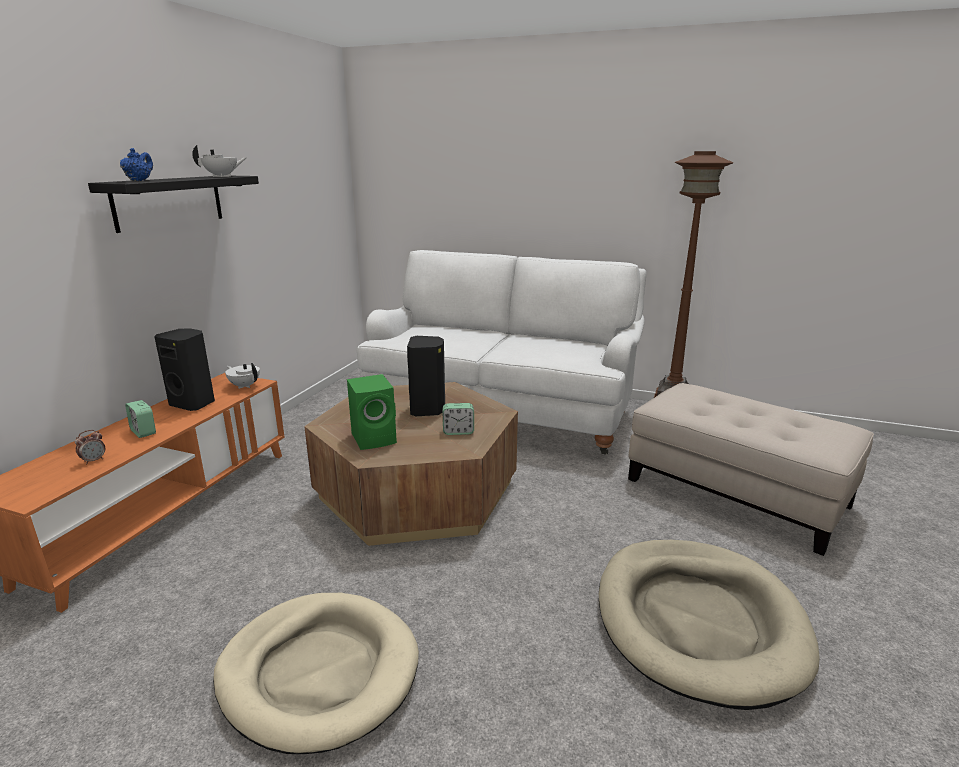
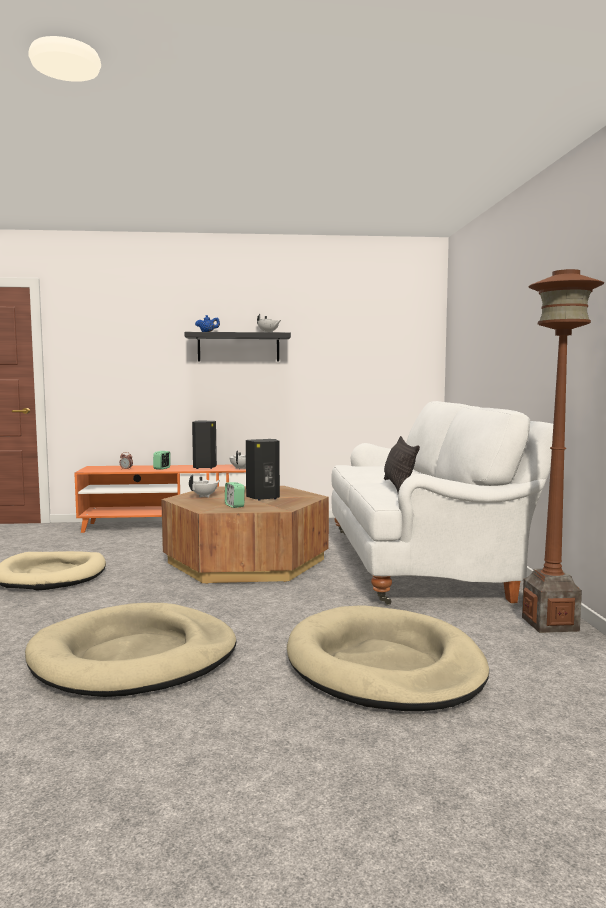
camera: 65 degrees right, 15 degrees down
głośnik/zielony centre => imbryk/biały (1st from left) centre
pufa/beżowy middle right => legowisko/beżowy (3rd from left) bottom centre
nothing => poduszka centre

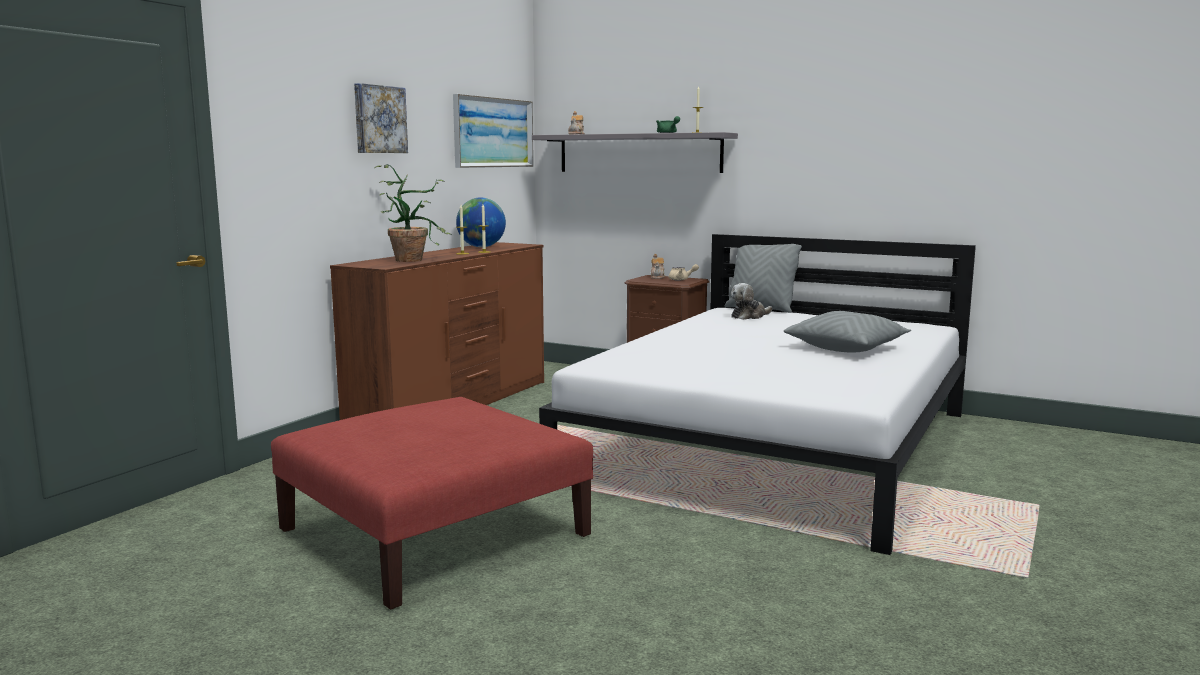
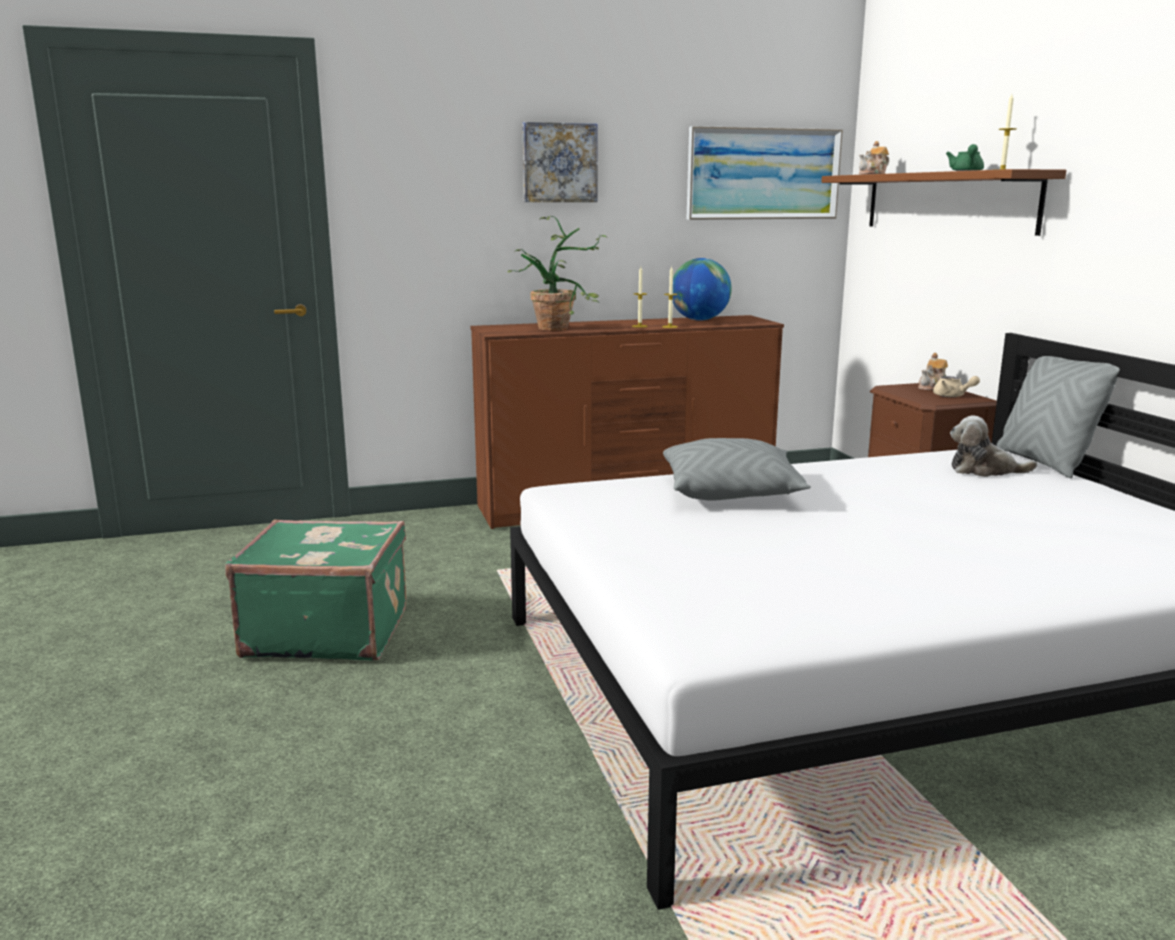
camera: 45 degrees right, 5 degrees up
półka/szary top centre => półka/brązowy top right
poduszka/szary (2nd from left in the first image) middle right => poduszka/szary (1st from left) centre, move
pufa/czerwony bottom centre => walizka/zielony middle left

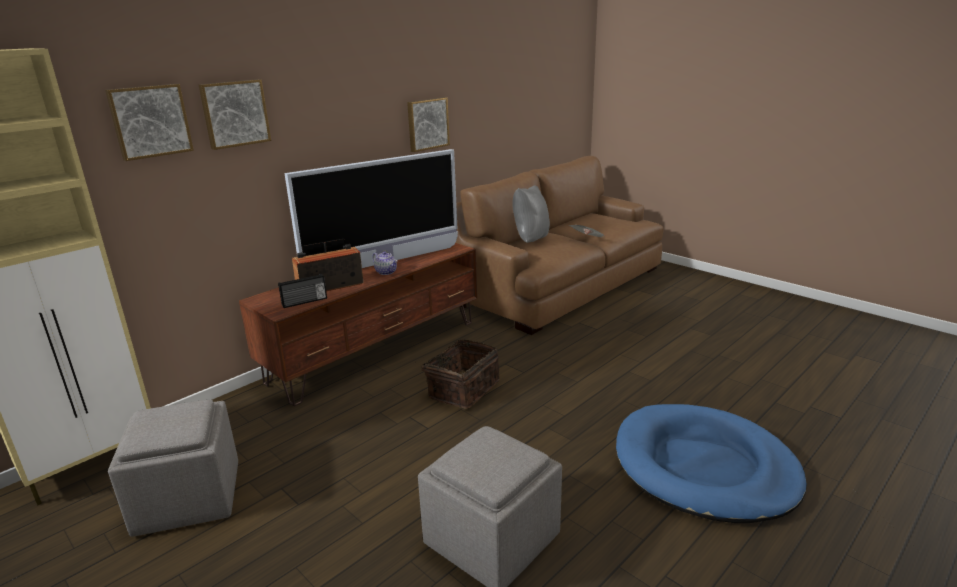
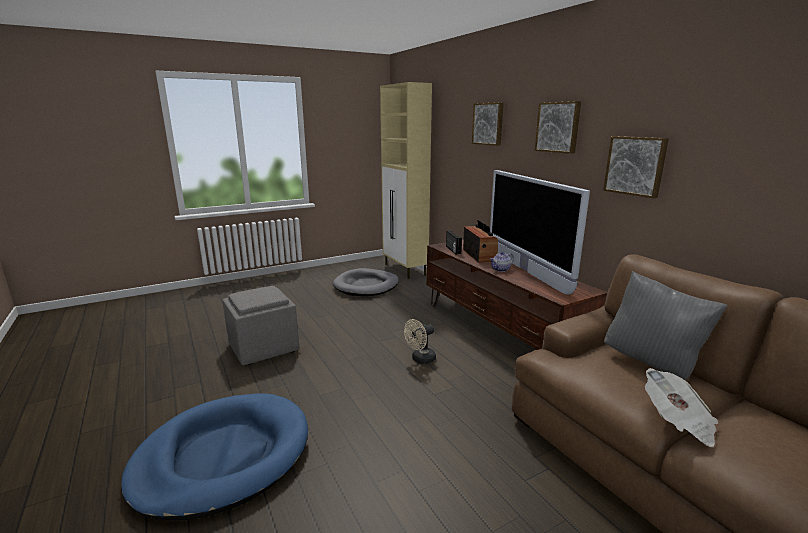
camera: 105 degrees right, 5 degrees down
obraz (1st from left in the first image) top left => obraz (2nd from left) top right, move
koszyk centre => wentylator/beżowy centre
pufa/szary (1st from left) bottom left => legowisko/szary centre

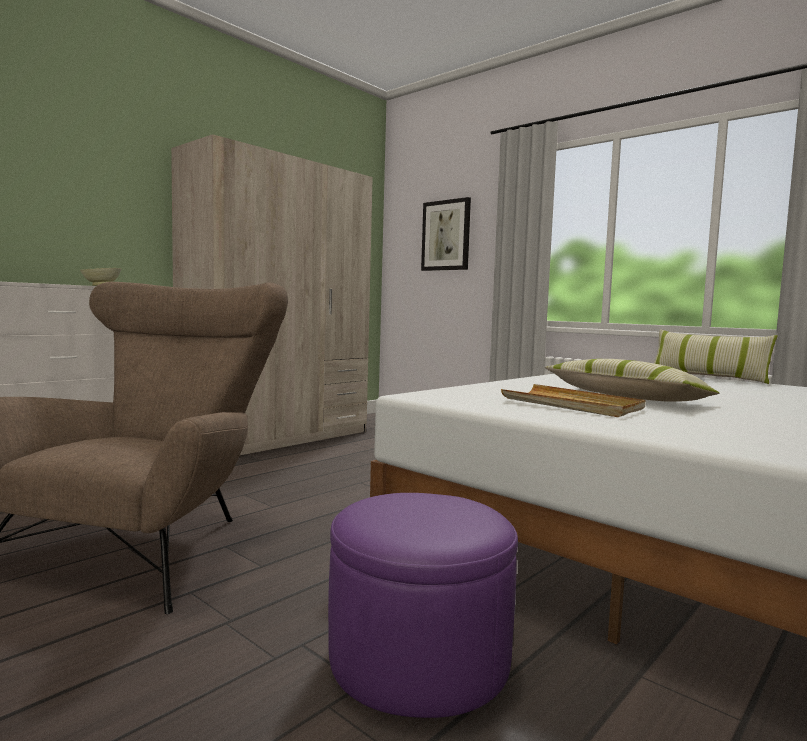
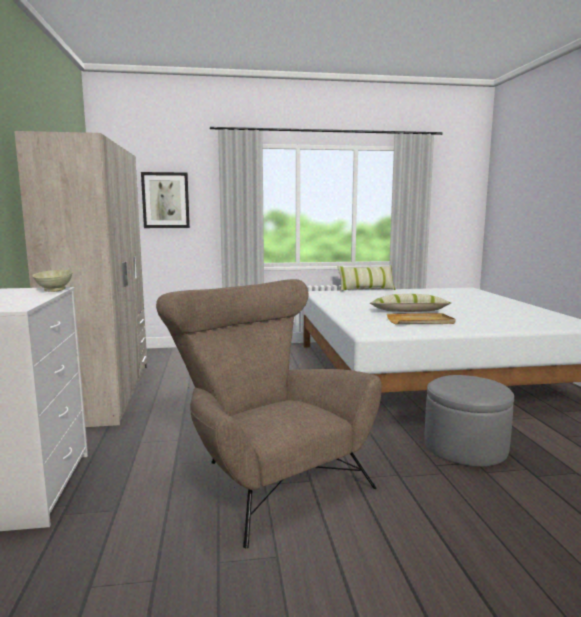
camera: 50 degrees left, 5 degrees up
pufa/fioletowy bottom centre => pufa/szary bottom right

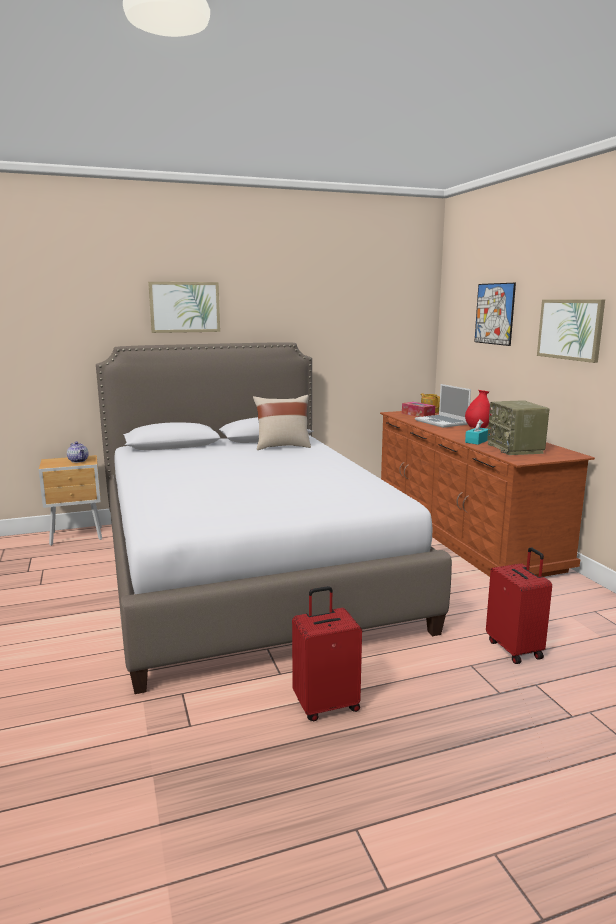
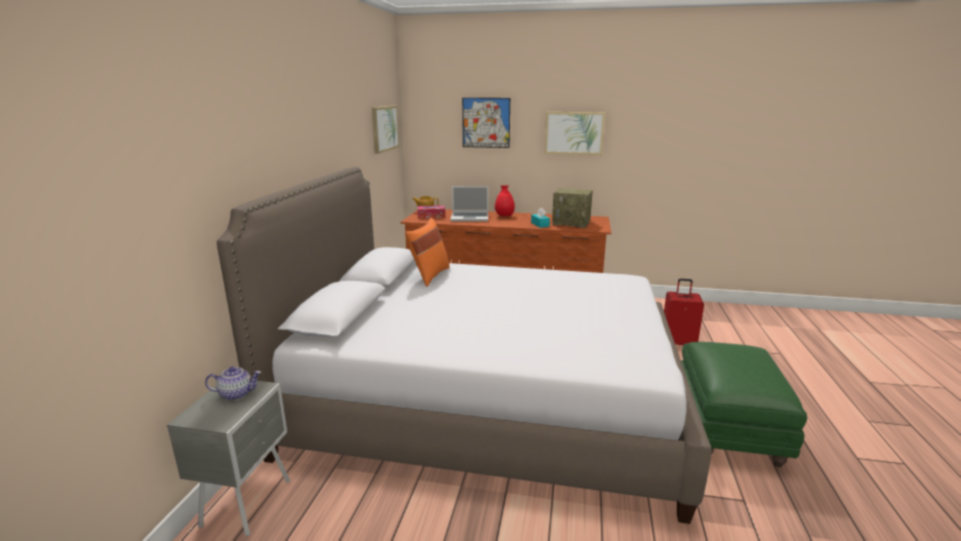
camera: 60 degrees left, 5 degrees up
obraz (1st from left) top left => obraz (1st from left) top centre, move
poduszka/beżowy centre => poduszka/pomarańczowy centre
szafka nocna/brązowy middle left => szafka nocna/szary bottom left
walizka/czerwony (1st from left) bottom centre => pufa/zielony bottom right

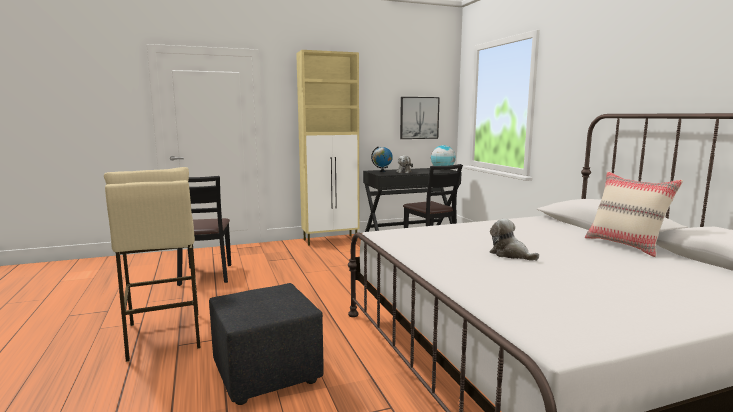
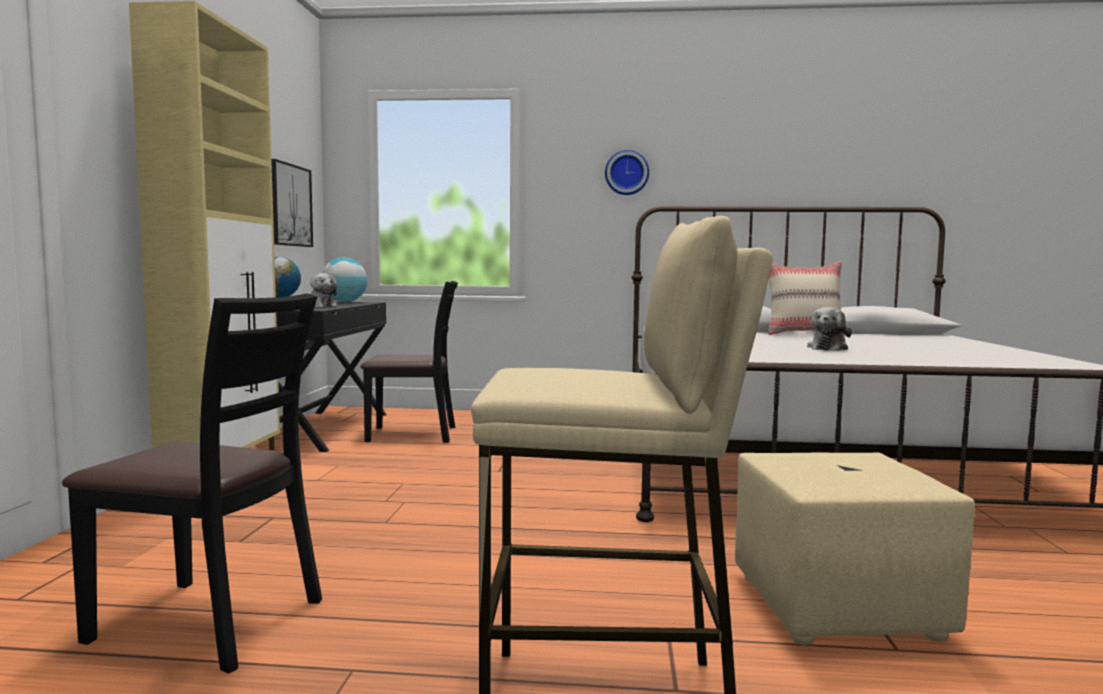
camera: 65 degrees left, 5 degrees down
pluszak (2nd from left) middle right, 45 degrees counterclockwise
pufa/czarny bottom centre => pufa/beżowy bottom right
nothing => zegar ścienny top centre

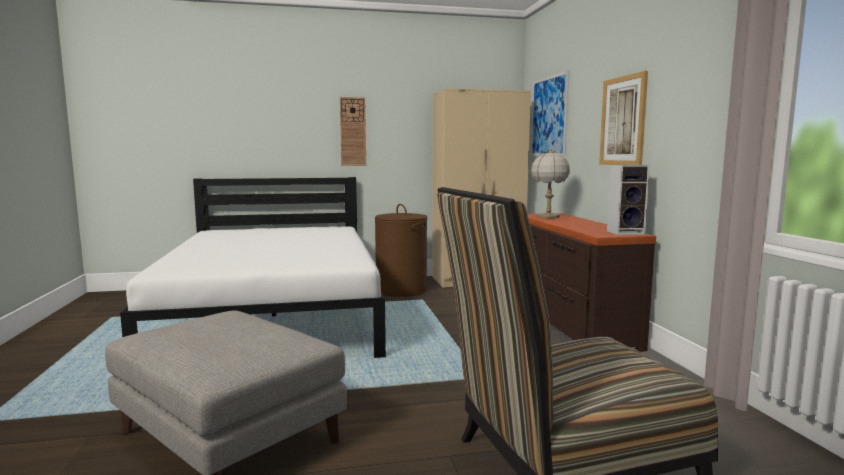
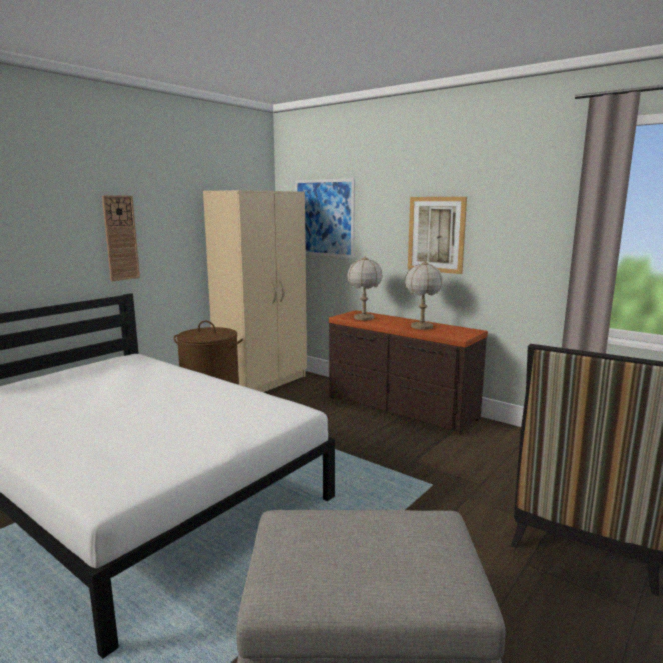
camera: 40 degrees left, 5 degrees up
głośnik middle right => nothing
nothing => lampa stołowa (2nd from left) centre

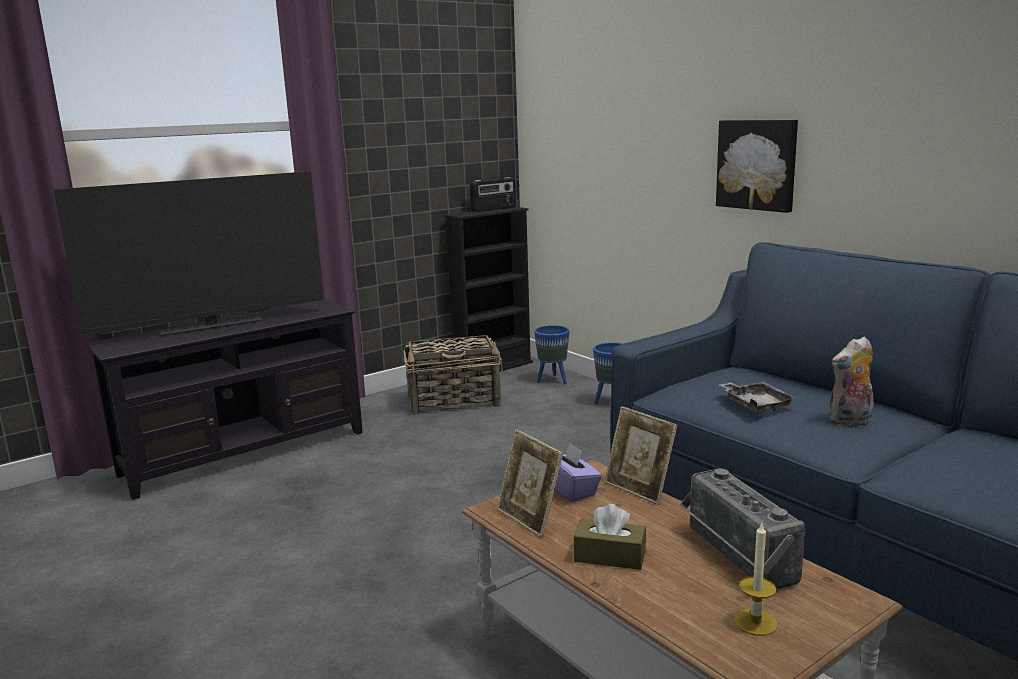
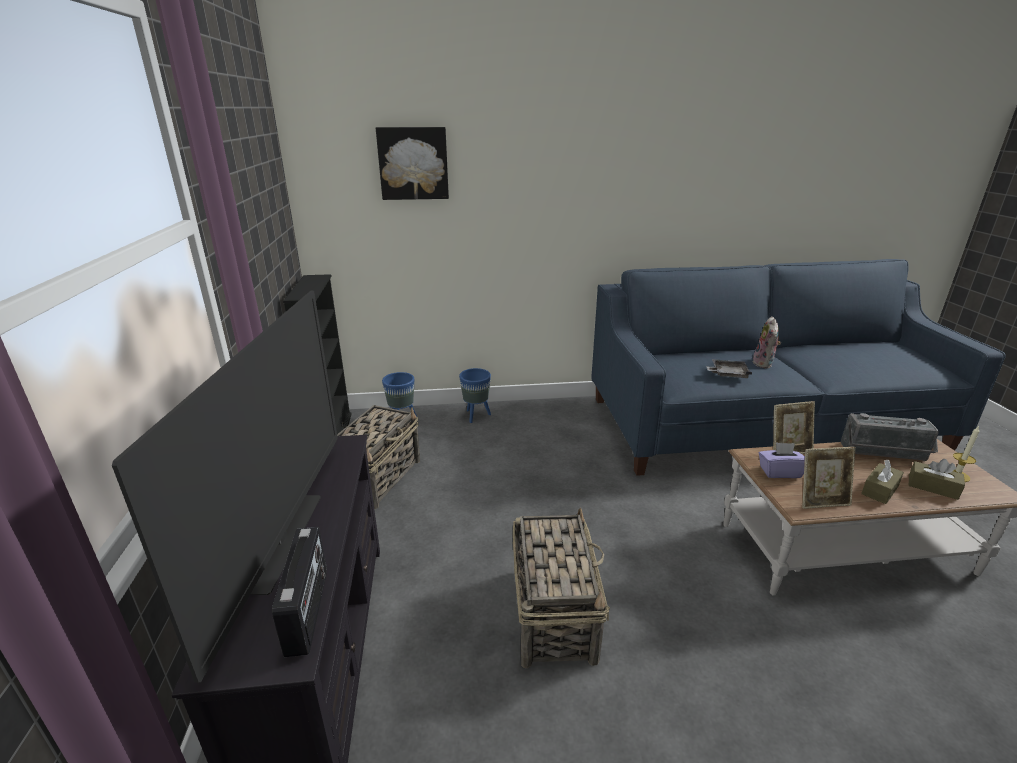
camera: 60 degrees left, 10 degrees up
obraz top right => obraz top centre, move
radio (1st from left) top centre => radio (1st from left) bottom left, move
nothing => pudełko chusteczek/brązowy (2nd from left) middle right
nothing => koszyk (2nd from left) bottom centre

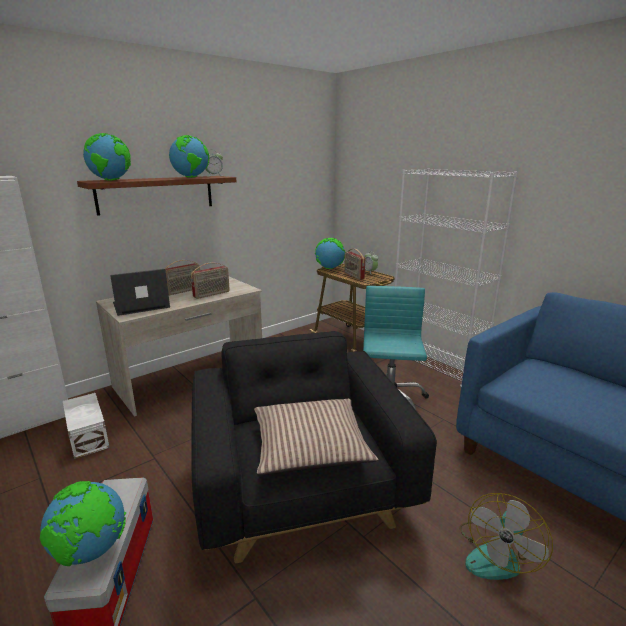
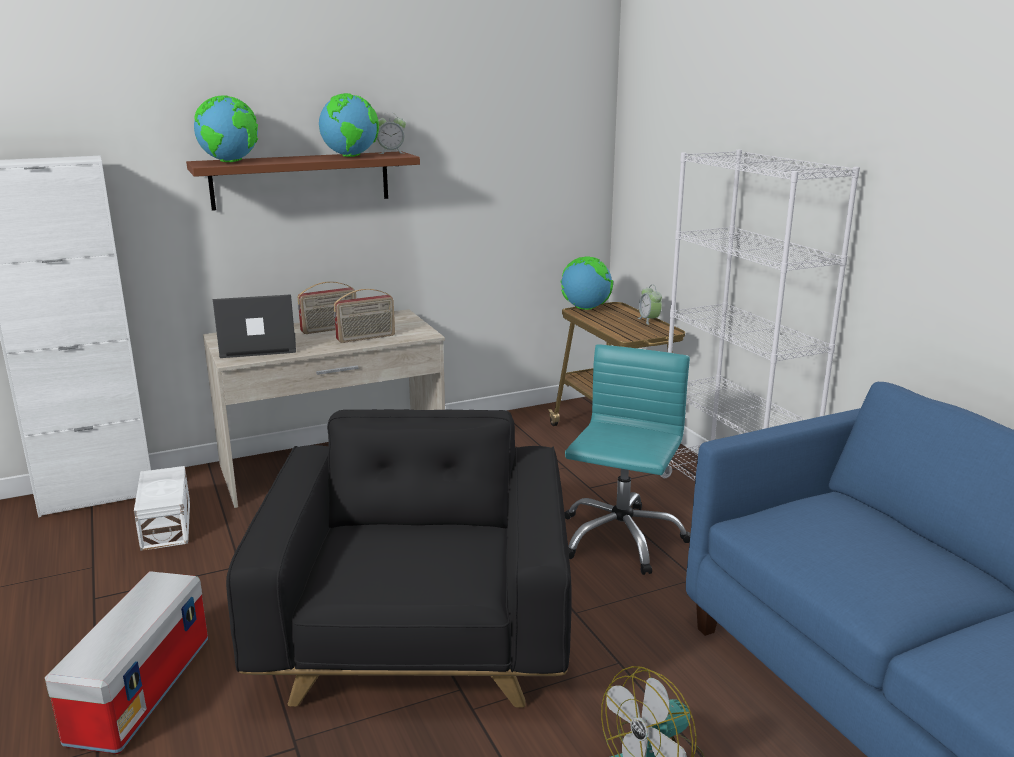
camera: 15 degrees right, 0 degrees up
radio (3rd from left) centre => nothing
poduszka bottom centre => nothing
globus (1st from left) bottom left => nothing

